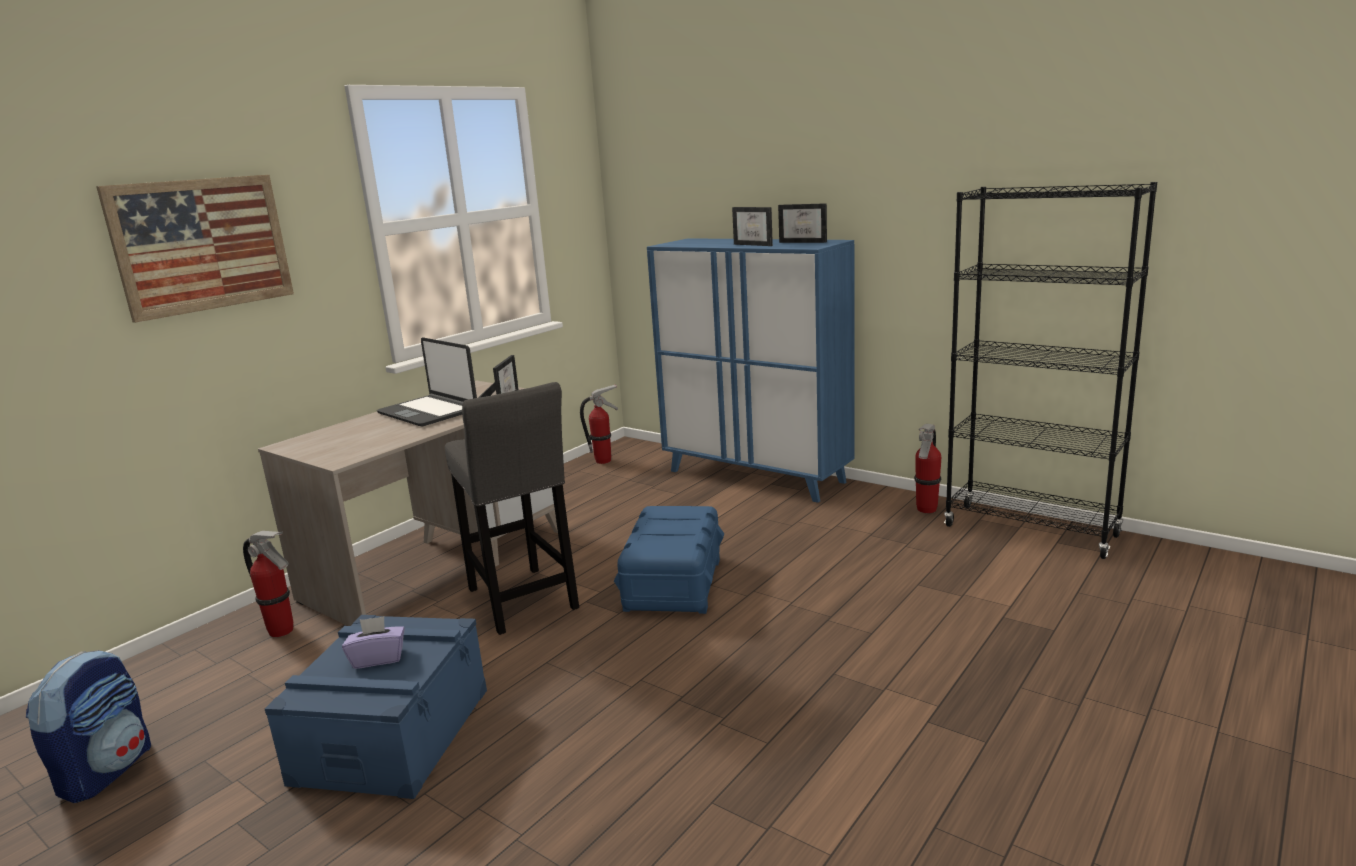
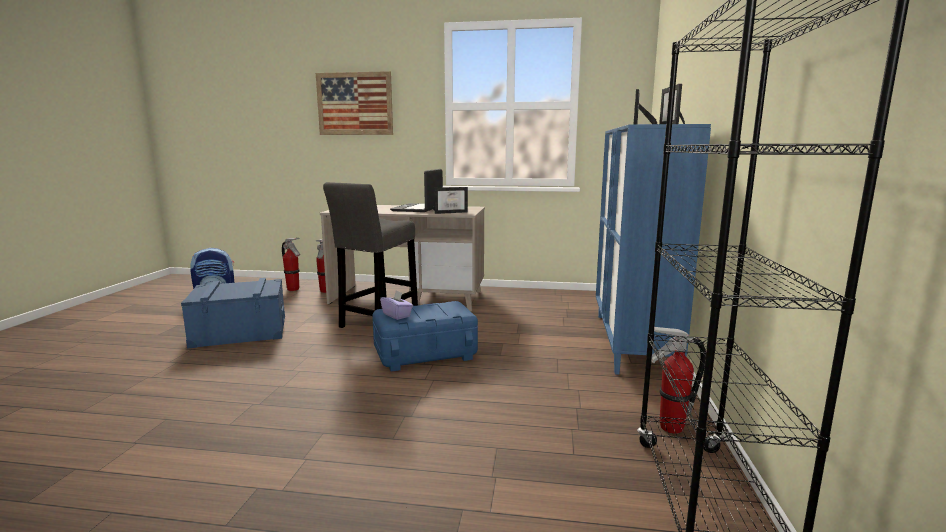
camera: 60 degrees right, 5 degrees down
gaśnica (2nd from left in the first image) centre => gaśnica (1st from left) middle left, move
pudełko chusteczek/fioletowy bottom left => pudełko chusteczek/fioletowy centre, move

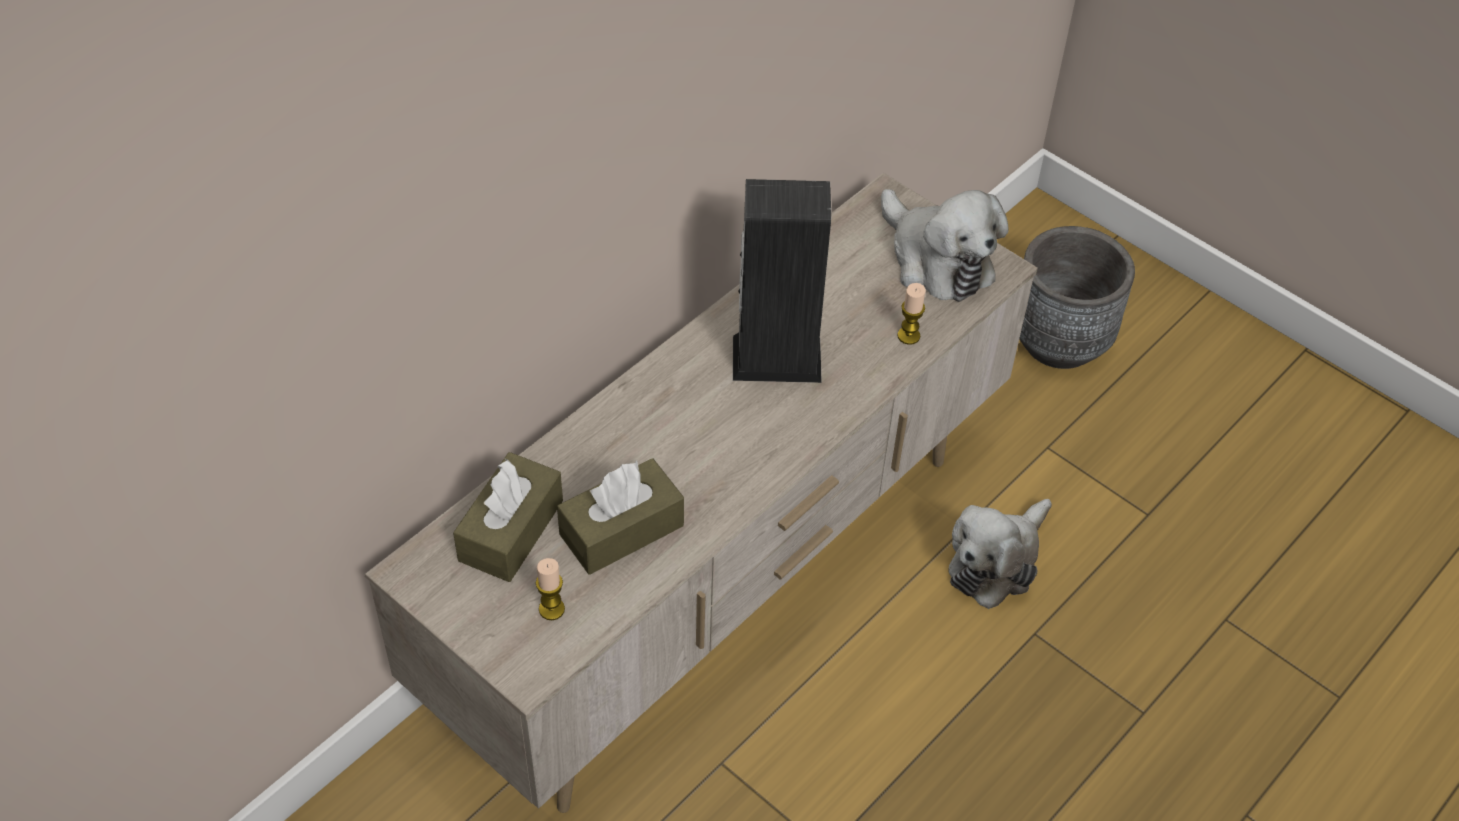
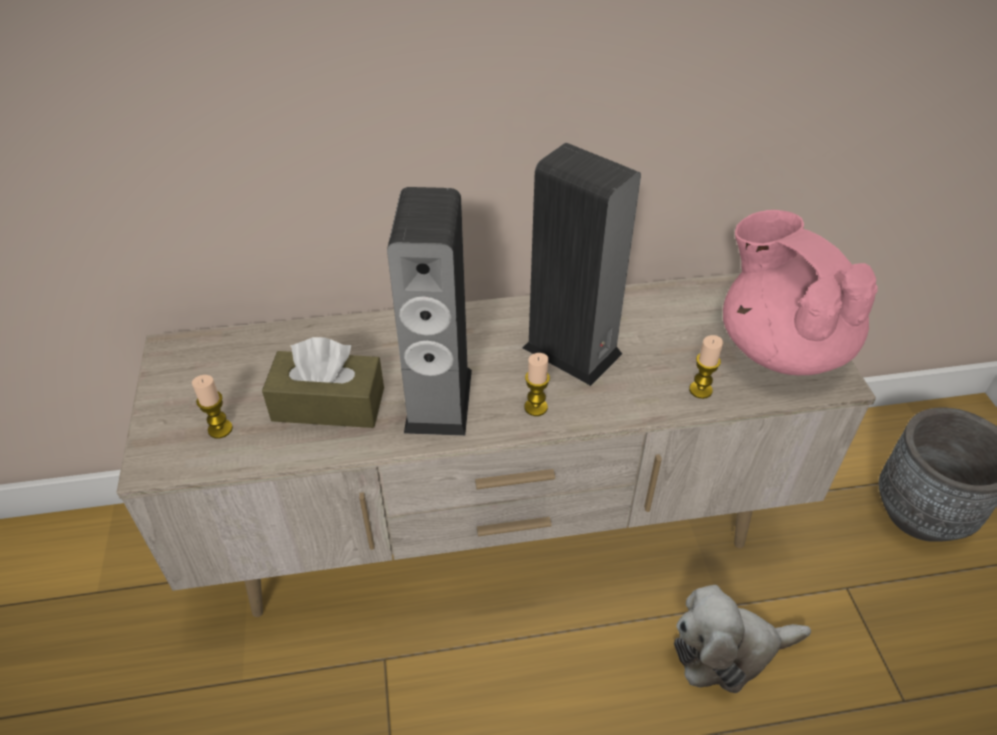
camera: 40 degrees right, 5 degrees down
pluszak (1st from left) top centre => imbryk/różowy middle right
pudełko chusteczek/brązowy (1st from left) centre => nothing
nothing => głośnik (1st from left) centre
nothing => świeca (2nd from left) centre

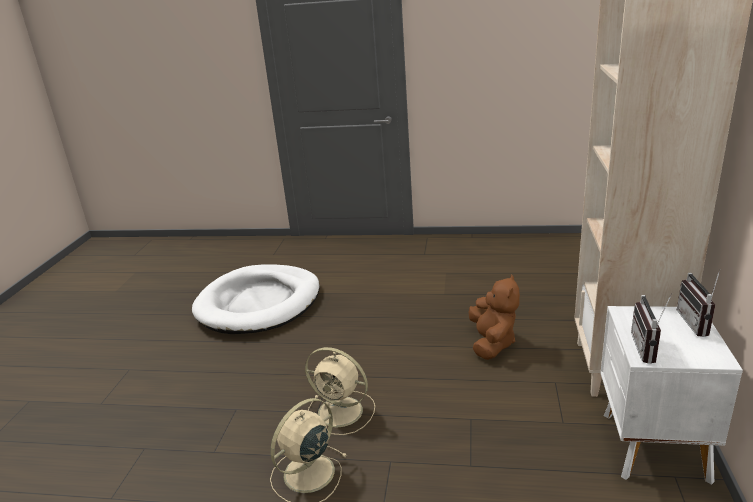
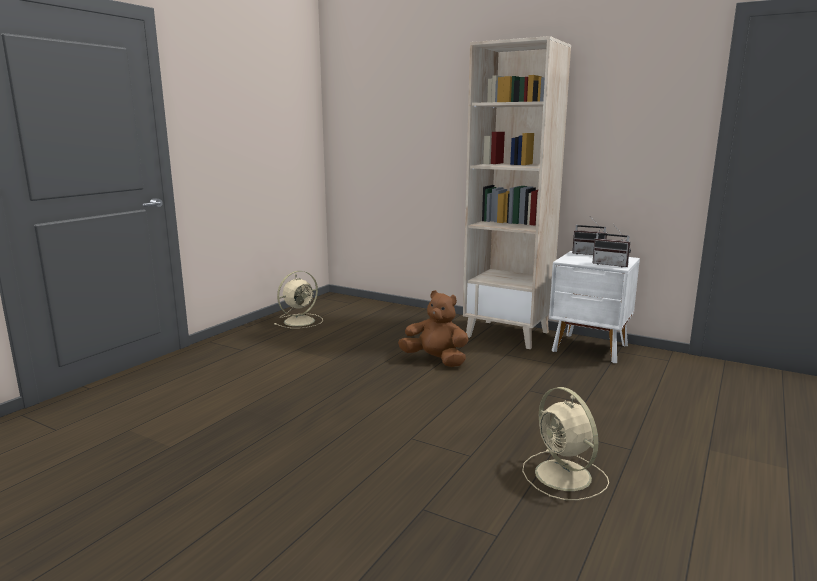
camera: 70 degrees left, 10 degrees down
legowisko/biały centre => nothing
wentylator/beżowy (2nd from left in the first image) bottom centre => wentylator/beżowy (1st from left) centre, move

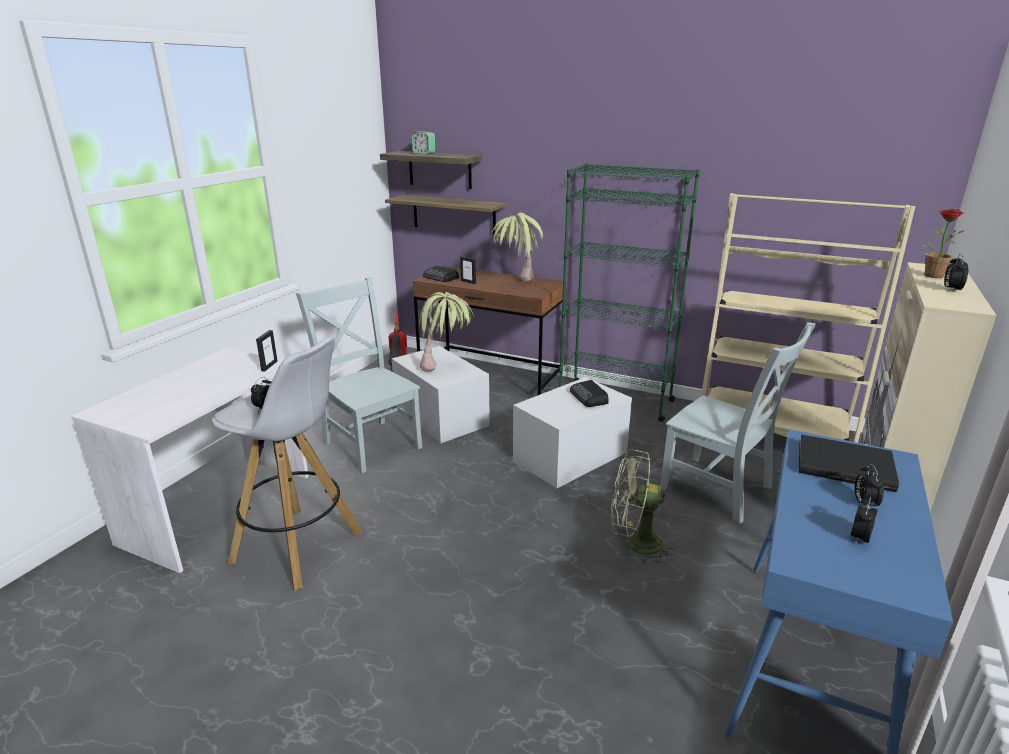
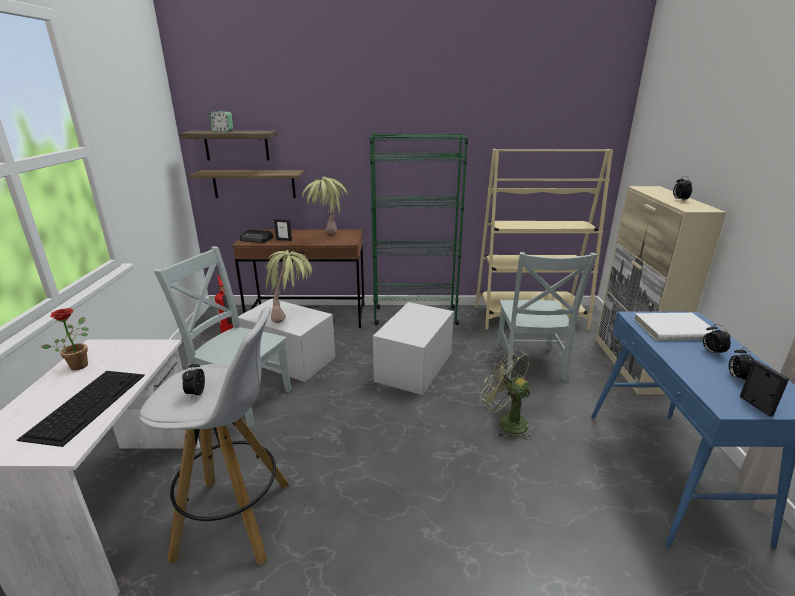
camera: 25 degrees left, 0 degrees up
roślina doniczkowa (3rd from left in the first image) top right => roślina doniczkowa (1st from left) middle left, move
krzesło/szary (2nd from left) middle right, 75 degrees clockwise
ramka na zdjęcie (1st from left in the first image) middle left => ramka na zdjęcie (2nd from left) middle right, move
radio (2nd from left) centre => nothing
książka/czarny middle right => książka/biały middle right
wentylator/zielony bottom centre => wentylator/zielony centre, 60 degrees clockwise
nothing => klawiatura bottom left

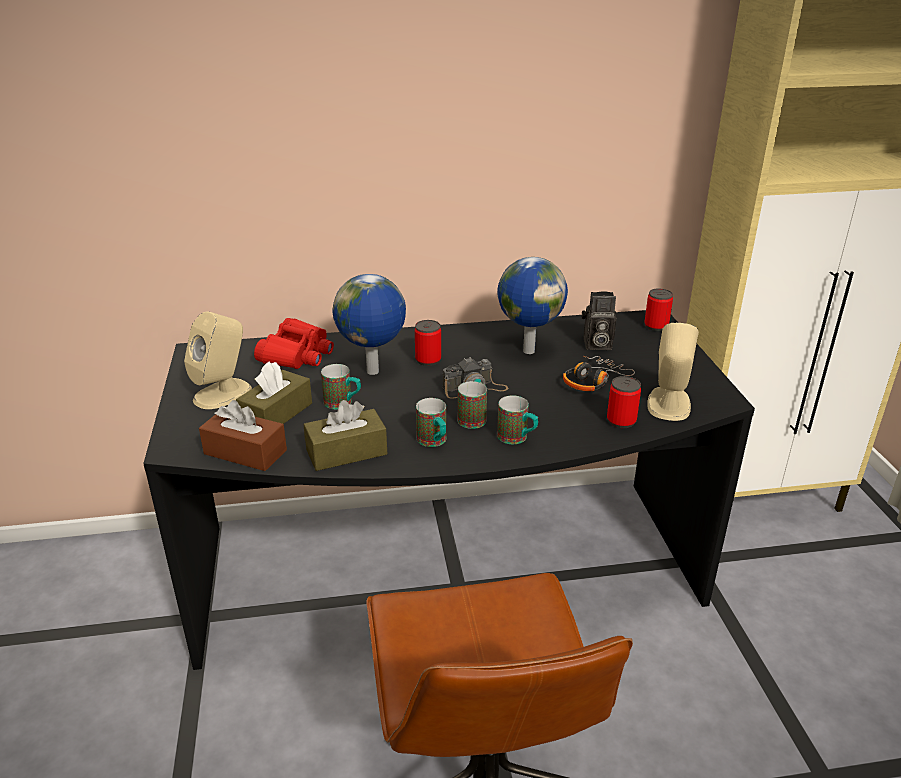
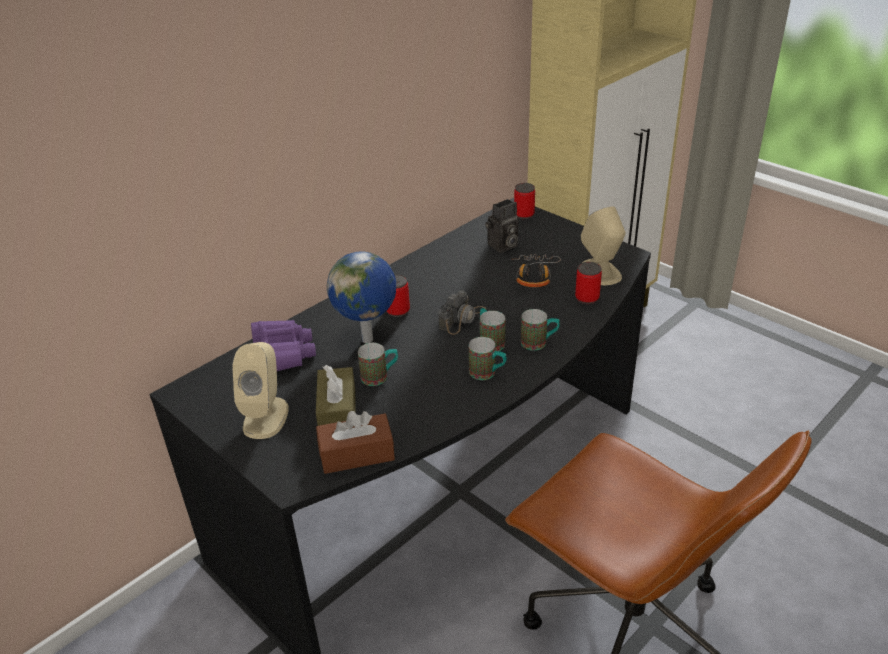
camera: 35 degrees left, 5 degrees up
globus (2nd from left) centre => nothing
lornetka/czerwony middle left => lornetka/fioletowy middle left
pudełko chusteczek/brązowy (3rd from left) centre => nothing

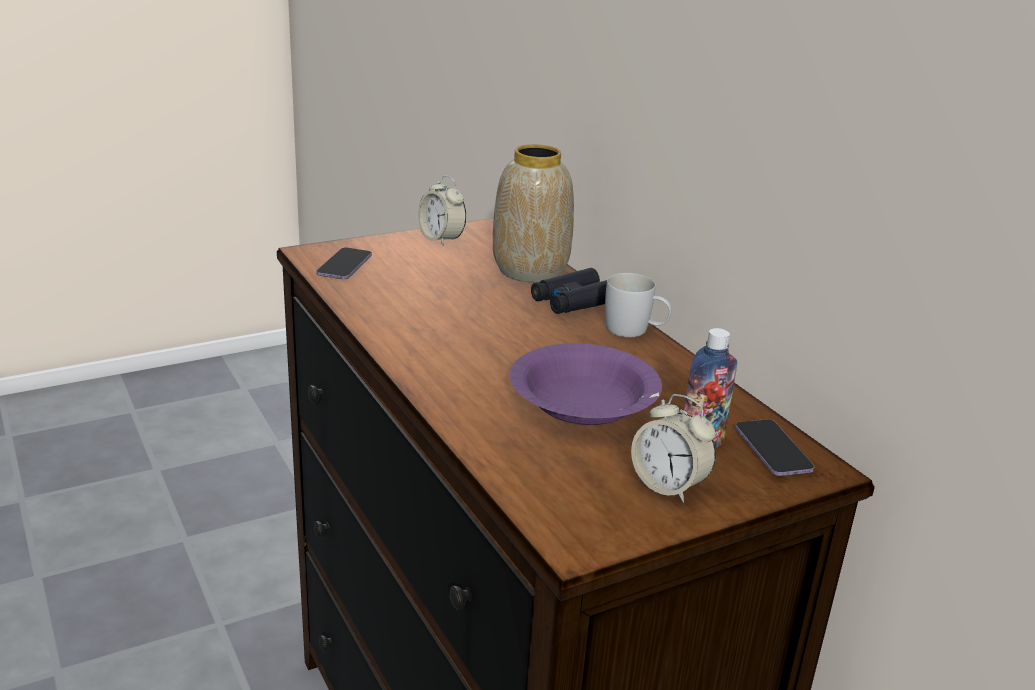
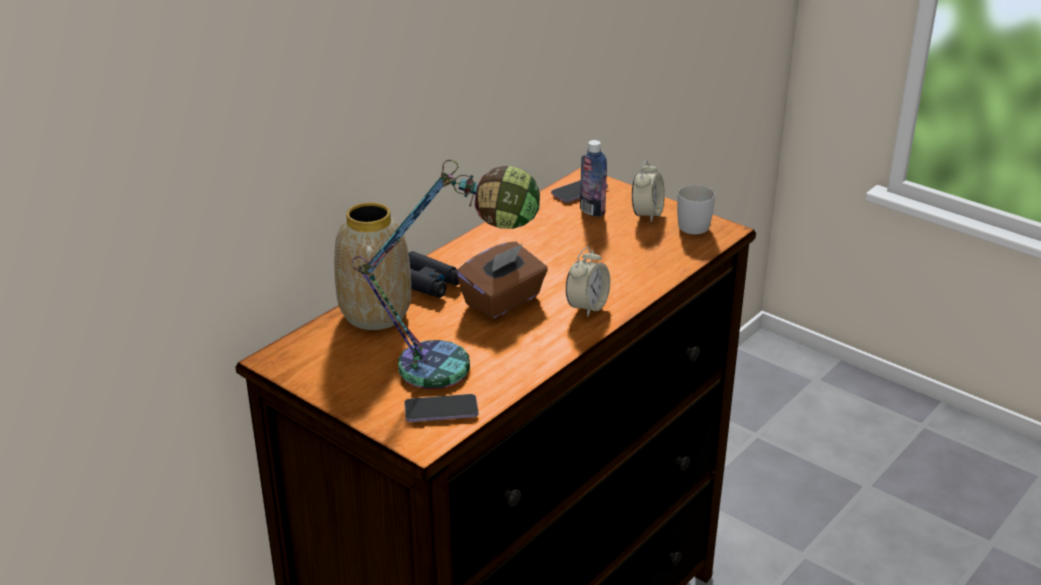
camera: 110 degrees left, 5 degrees up
budzik (1st from left) top centre => budzik (1st from left) centre, move
kubek/biały centre => kubek/biały middle right, move
miska/fioletowy centre => nothing
nothing => lampa stołowa centre
nothing => pudełko chusteczek/brązowy centre

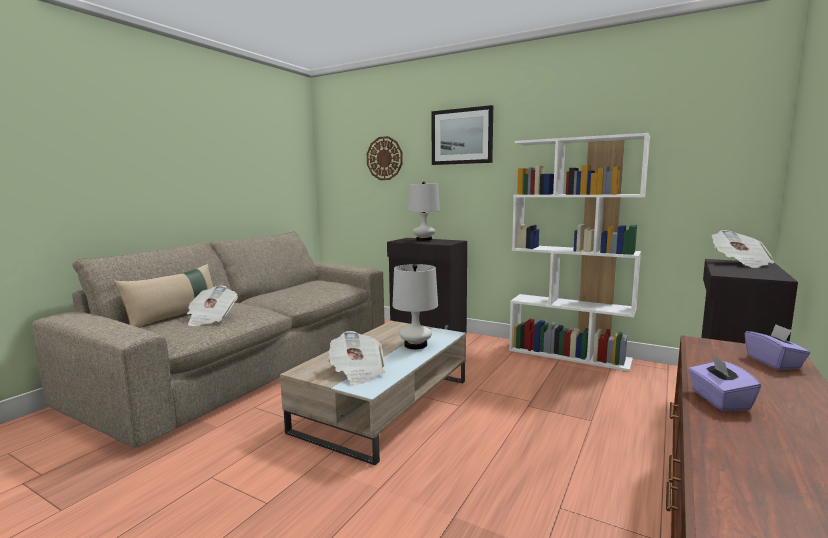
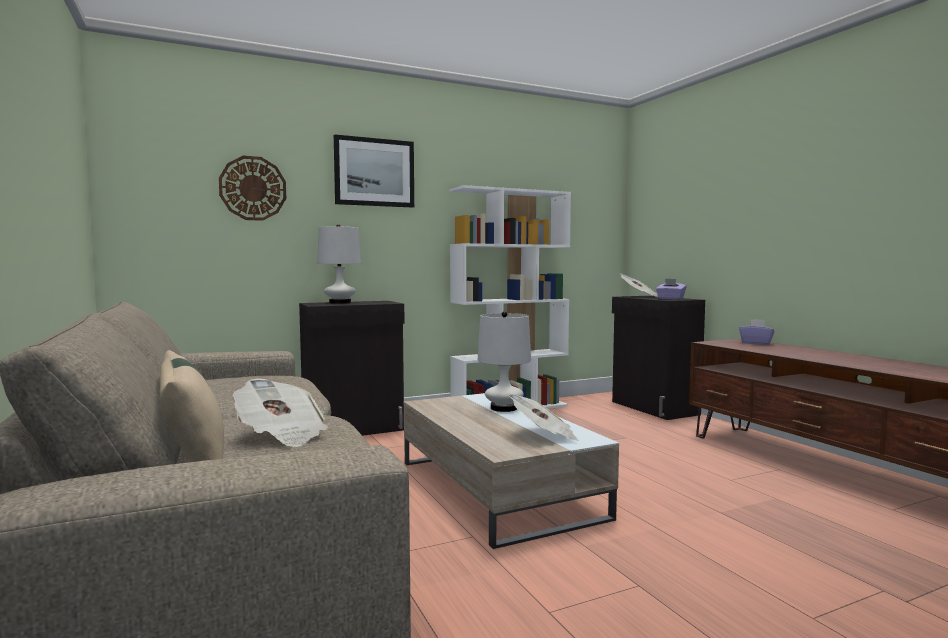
camera: 55 degrees left, 5 degrees down
pudełko chusteczek/fioletowy (1st from left) bottom right => pudełko chusteczek/fioletowy (1st from left) middle right, move

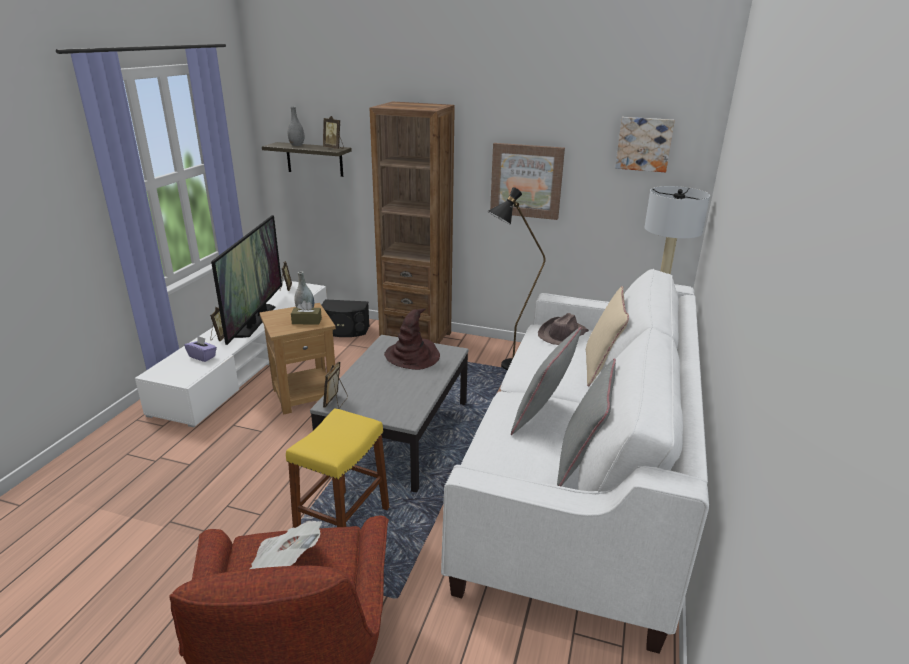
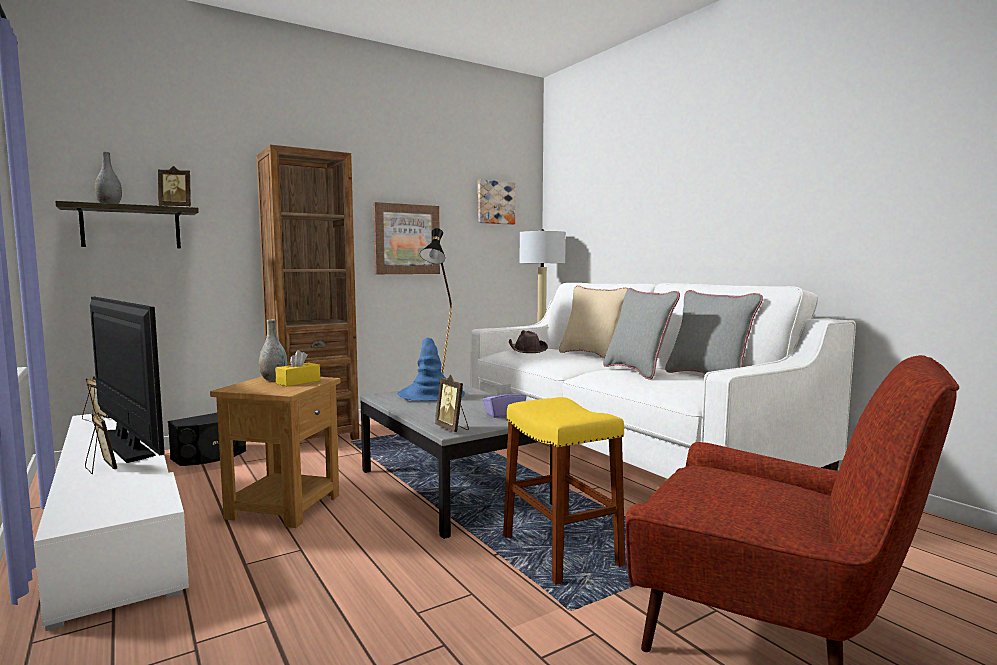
camera: 50 degrees left, 20 degrees down
pudełko chusteczek/brązowy centre => pudełko chusteczek/żółty middle left
kapelusz/brązowy (1st from left) centre => kapelusz/niebieski centre
pudełko chusteczek/fioletowy middle left => pudełko chusteczek/fioletowy centre, move
gazeta bottom left => nothing

